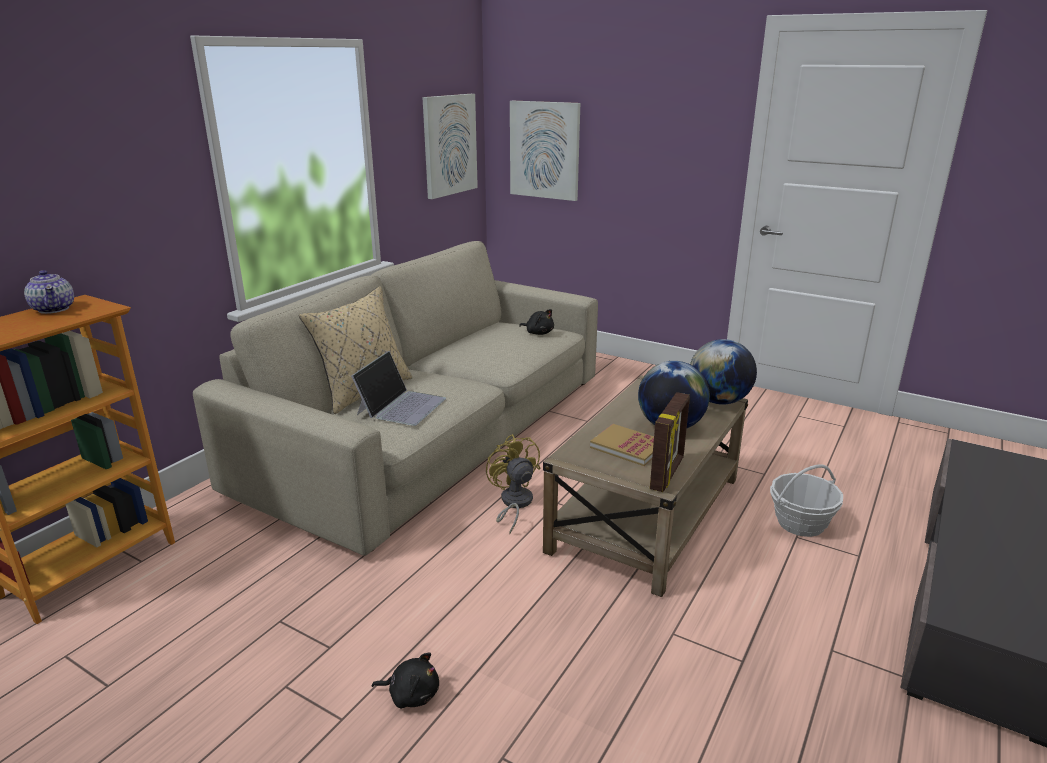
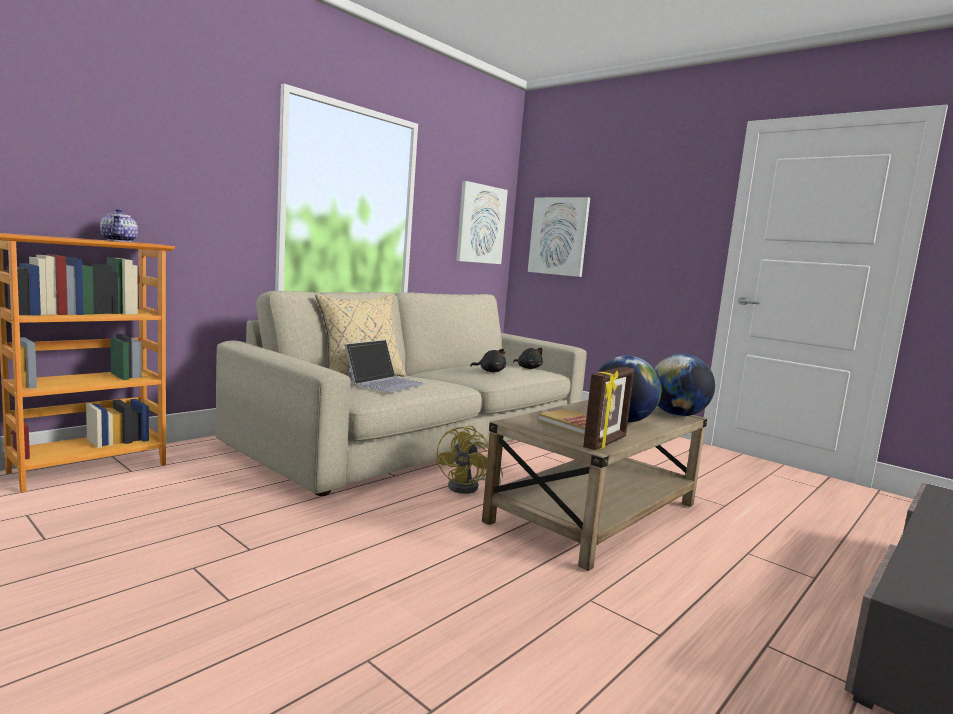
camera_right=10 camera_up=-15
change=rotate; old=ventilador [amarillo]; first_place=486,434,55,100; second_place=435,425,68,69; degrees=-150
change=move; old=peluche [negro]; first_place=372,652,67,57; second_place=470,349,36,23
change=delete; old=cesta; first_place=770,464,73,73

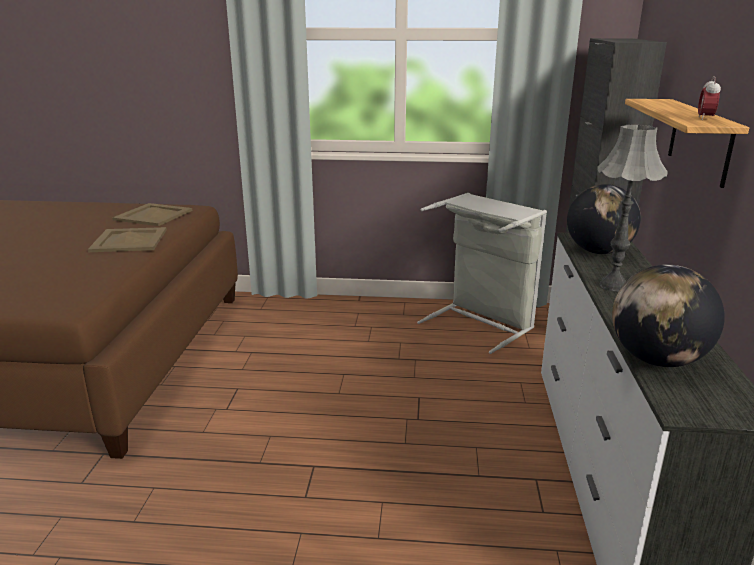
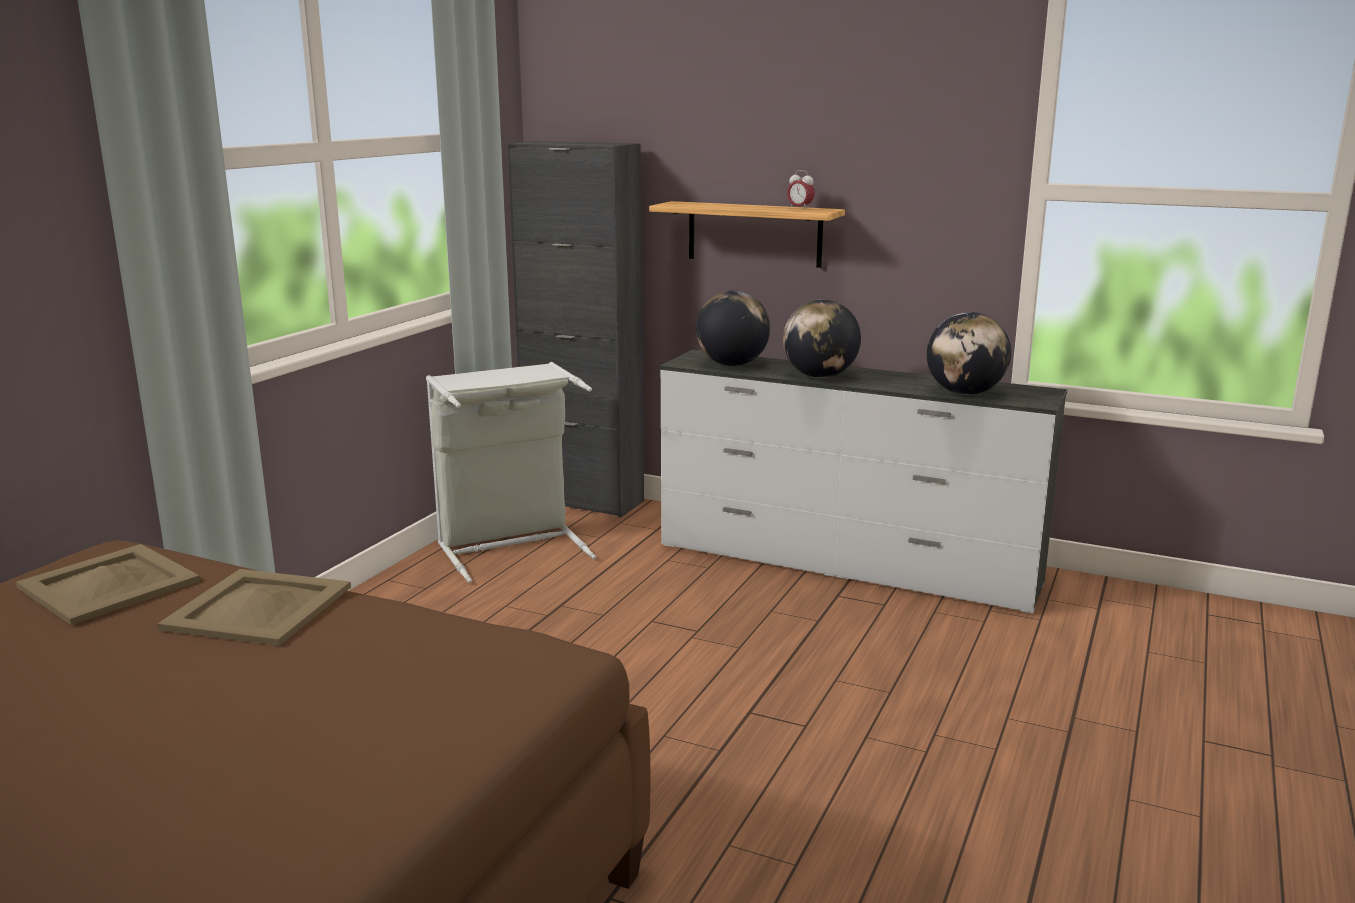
camera_right=-70 camera_up=-5
change=replace; old=lámpara de mesa [gris]; new=globo terráqueo; first_place=597,125,71,167; second_place=783,299,78,79

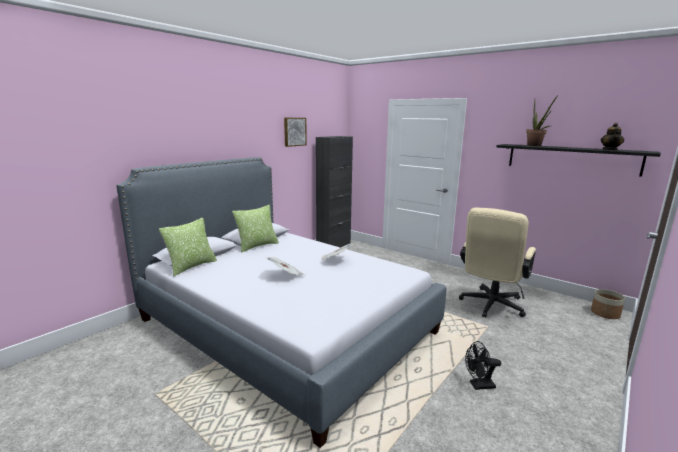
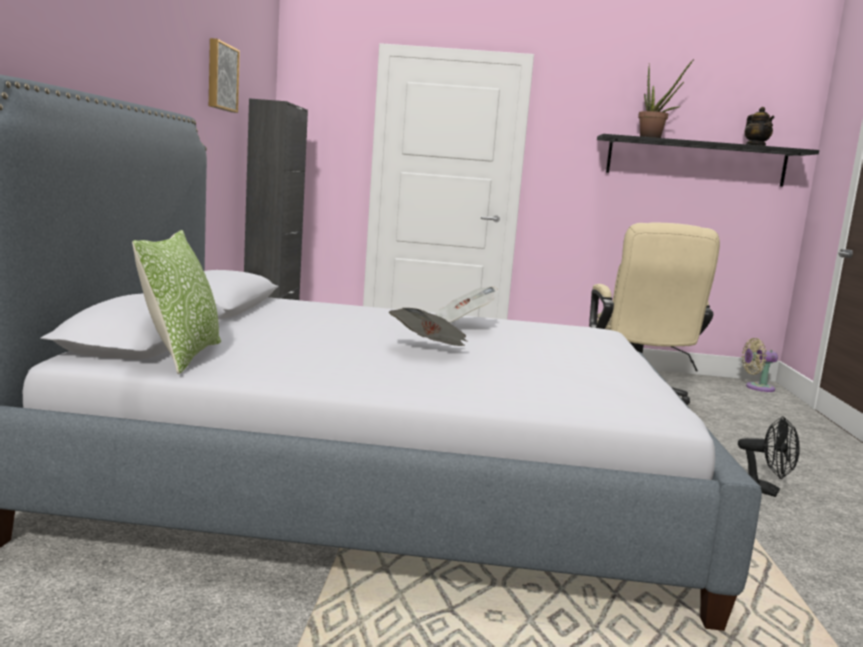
camera_right=-35 camera_up=-5
change=rotate; old=ventilador [negro]; first_place=465,341,36,49; second_place=738,416,62,81; degrees=-105
change=replace; old=maceta; new=ventilador [beis]; first_place=591,289,34,30; second_place=742,338,36,54
change=delete; old=cojín; first_place=232,205,47,47

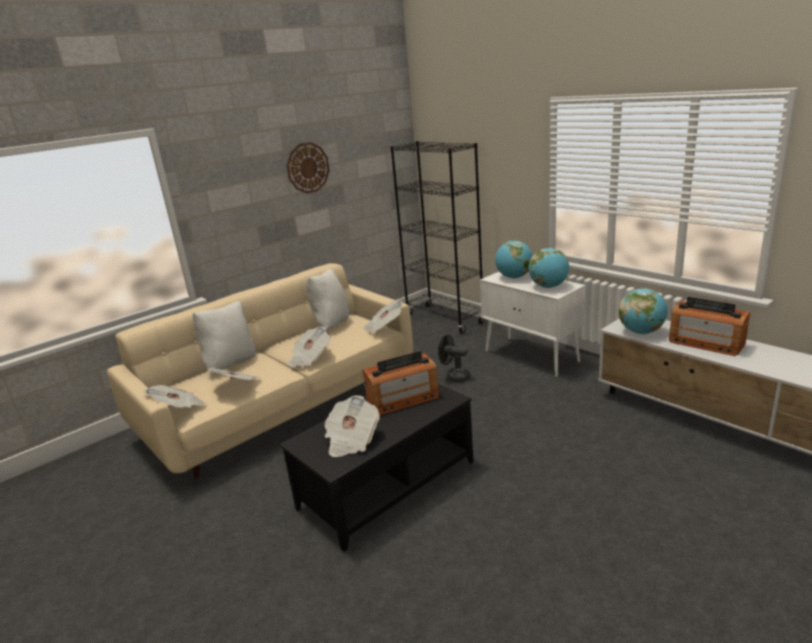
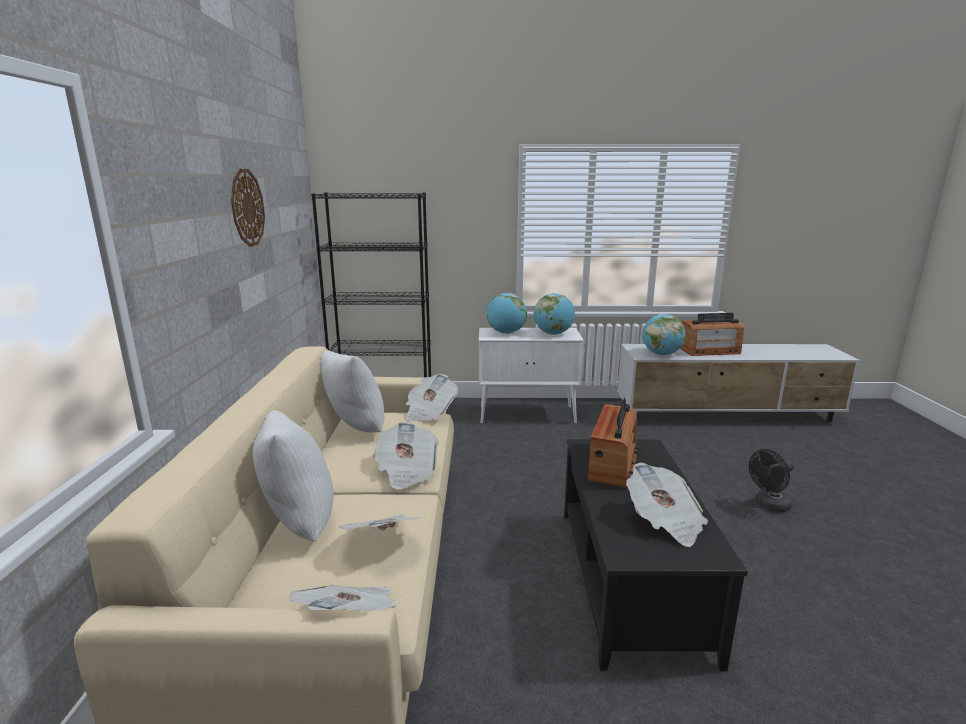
camera_right=-50 camera_up=-5
change=move; old=ventilador [negro]; first_place=438,335,32,47; second_place=749,449,45,63

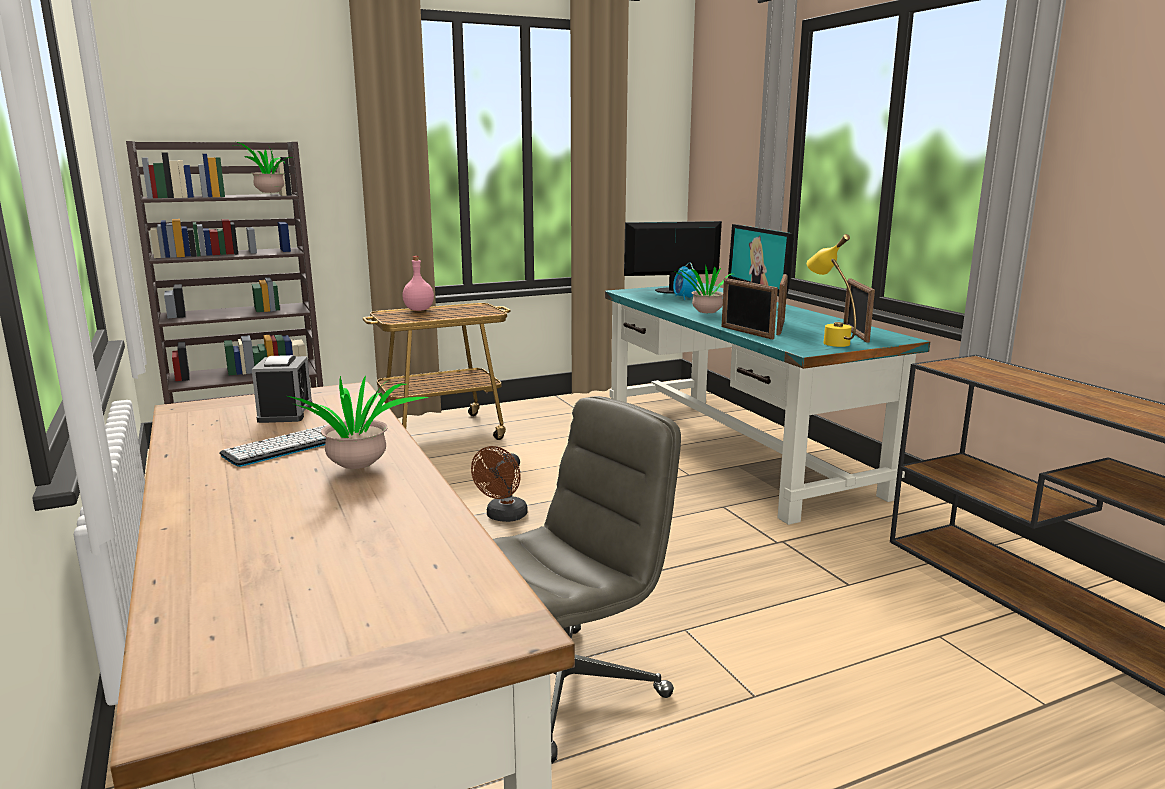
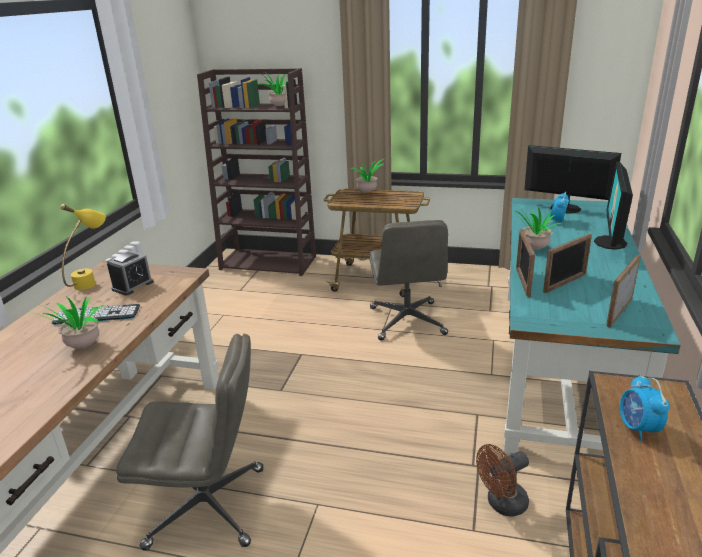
camera_right=40 camera_up=10
change=move; old=lámpara de mesa [amarillo]; first_place=807,234,49,113; second_place=60,204,46,86
change=replace; old=botella [rosa]; new=planta en maceta; first_place=403,256,31,55; second_place=351,158,34,34
change=insert; new=silla de oficina [gris]; second_place=369,220,79,121
change=move; old=ventilador [marrón]; first_place=471,446,57,76; second_place=476,444,53,72
change=insert; new=despertador; second_place=620,375,50,66

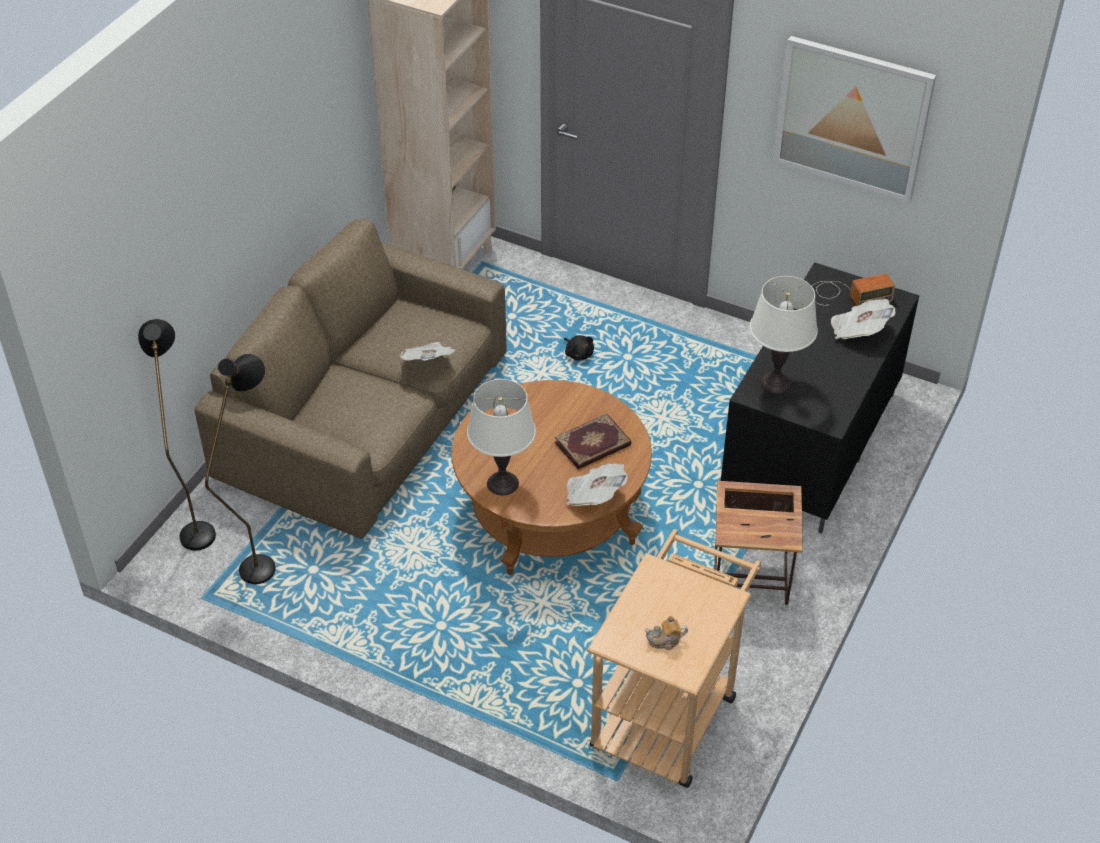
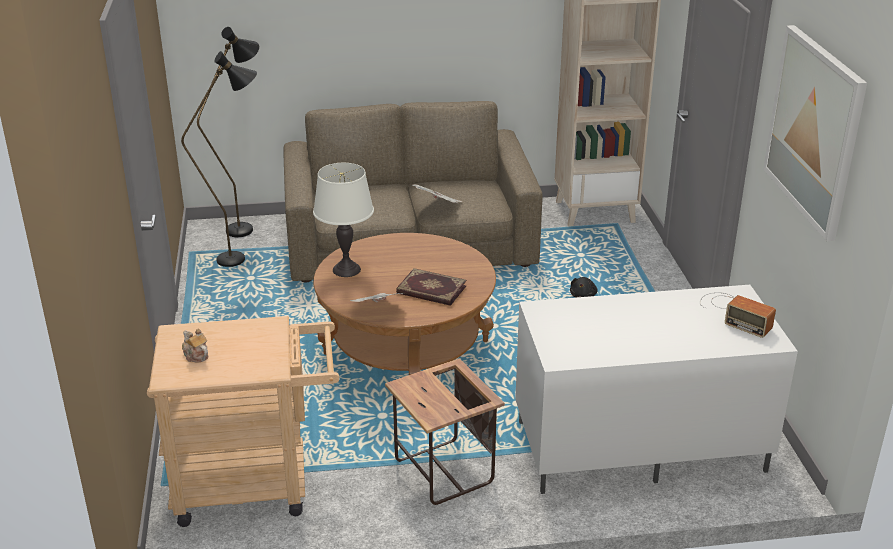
camera_right=55 camera_up=-15
change=recolor; old=mueble de televisión [negro]; new=mueble de televisión [blanco]; first_place=721,262,198,272; second_place=515,285,283,209
change=delete; old=lámpara de mesa [blanco]; first_place=750,276,68,118
change=delete; old=periódico; first_place=831,299,64,40

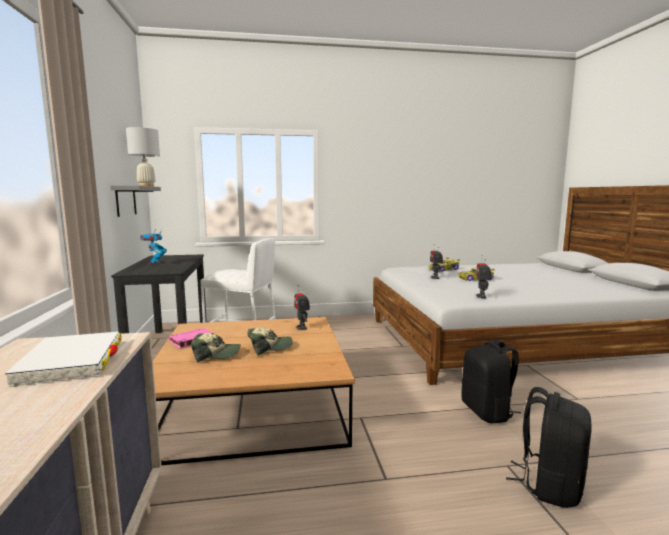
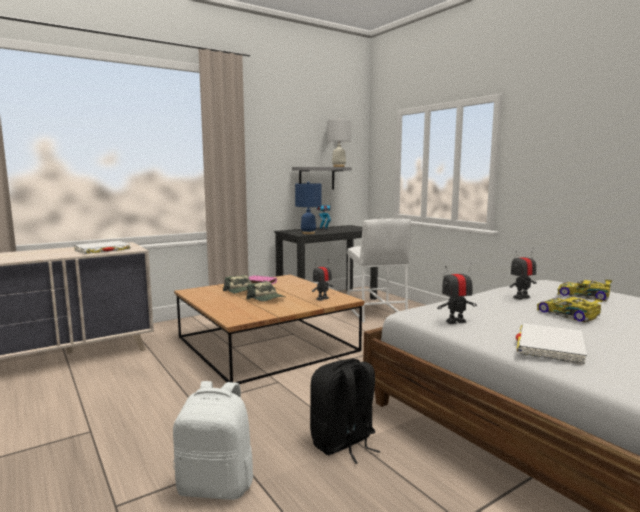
camera_right=65 camera_up=0
change=recolor; old=mochila [negro]; new=mochila [blanco]; first_place=506,387,86,121; second_place=173,381,80,119
change=insert; new=lámpara de mesa [azul]; second_place=295,181,26,53
change=insert; new=libro [blanco]; second_place=516,323,71,42

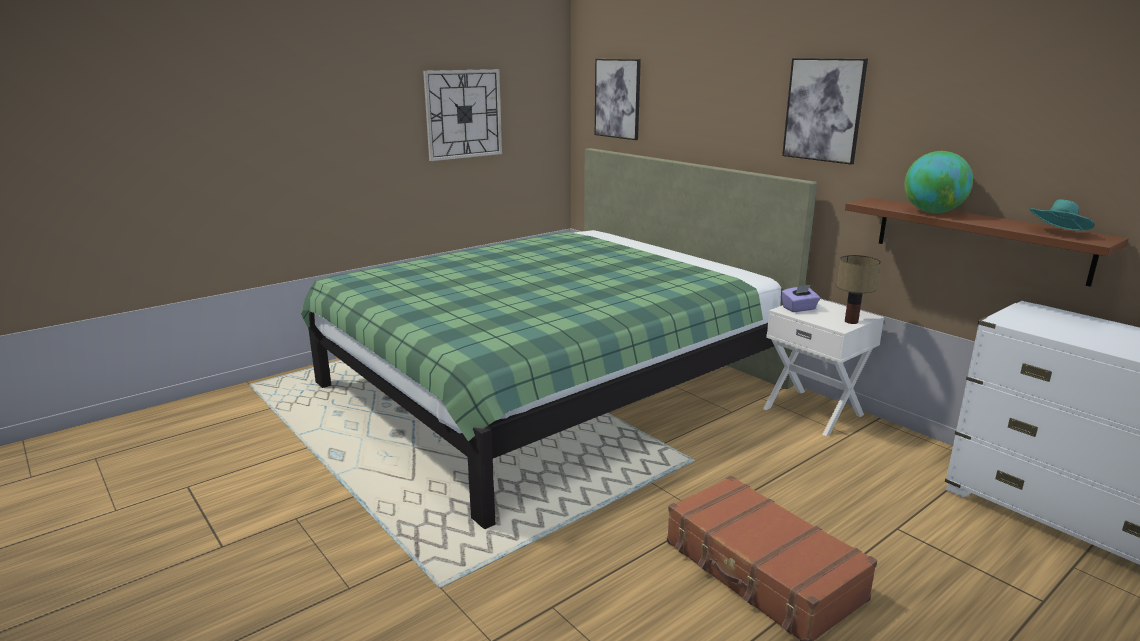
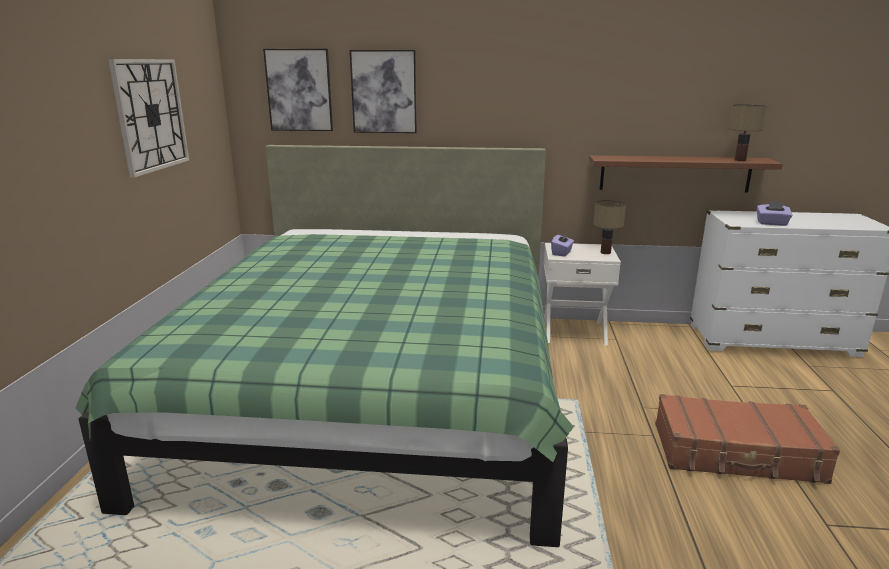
camera_right=-45 camera_up=0
change=move; old=cuadro; first_place=782,58,86,107; second_place=350,50,67,83
change=replace; old=sombrero [turquesa]; new=lámpara de mesa; first_place=1030,199,65,32; second_place=729,104,38,57
change=insert; new=caja de pañuelos [morado]; second_place=757,201,35,25
change=delete; old=globo terráqueo; first_place=904,151,69,62

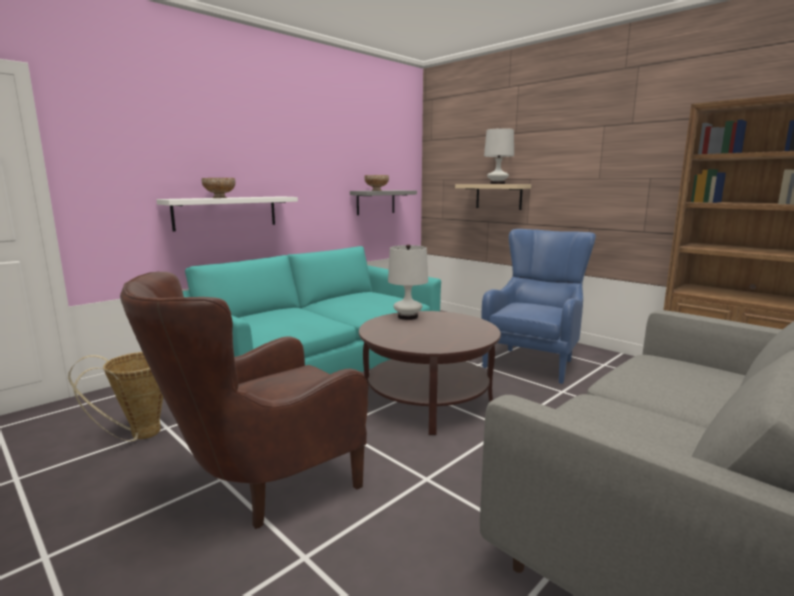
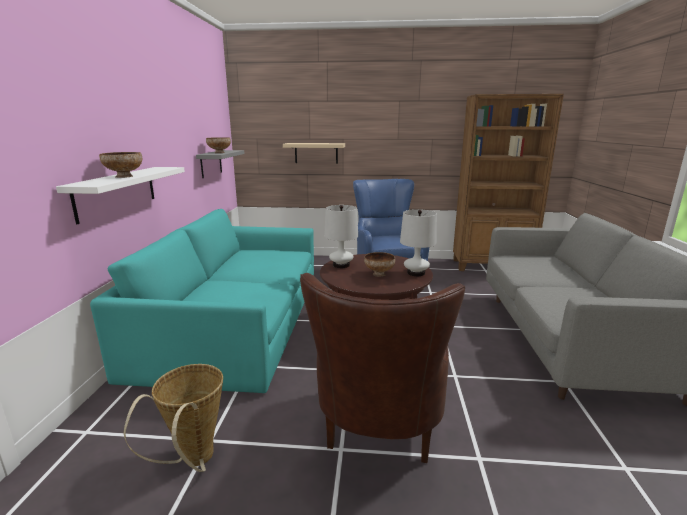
camera_right=-40 camera_up=5
change=insert; new=cuenco; second_place=364,252,31,25
change=move; old=lámpara de mesa [blanco]; first_place=484,127,30,57; second_place=400,209,37,67

